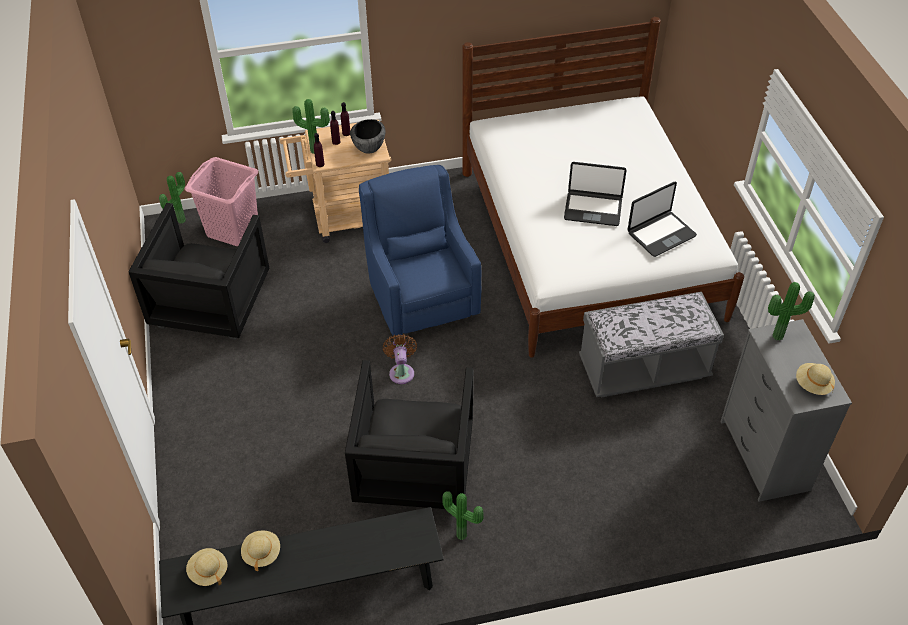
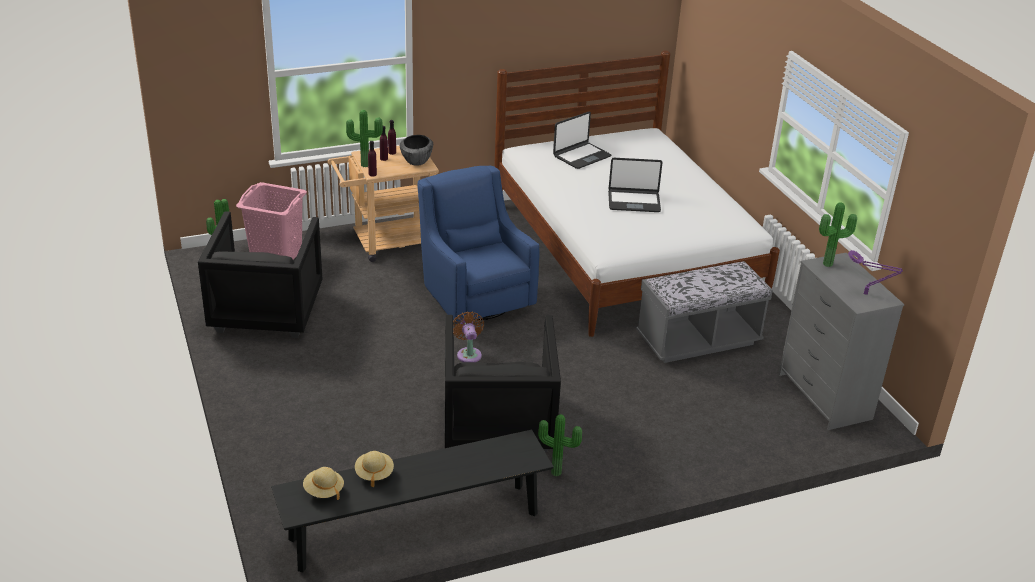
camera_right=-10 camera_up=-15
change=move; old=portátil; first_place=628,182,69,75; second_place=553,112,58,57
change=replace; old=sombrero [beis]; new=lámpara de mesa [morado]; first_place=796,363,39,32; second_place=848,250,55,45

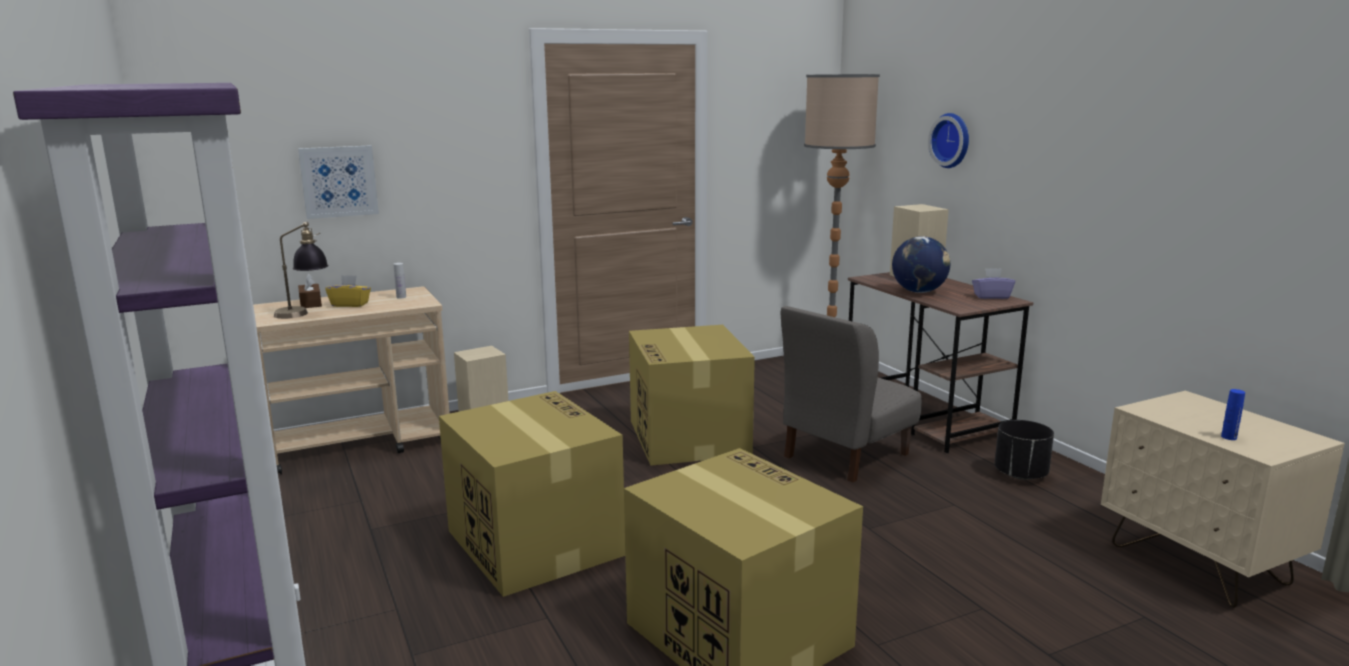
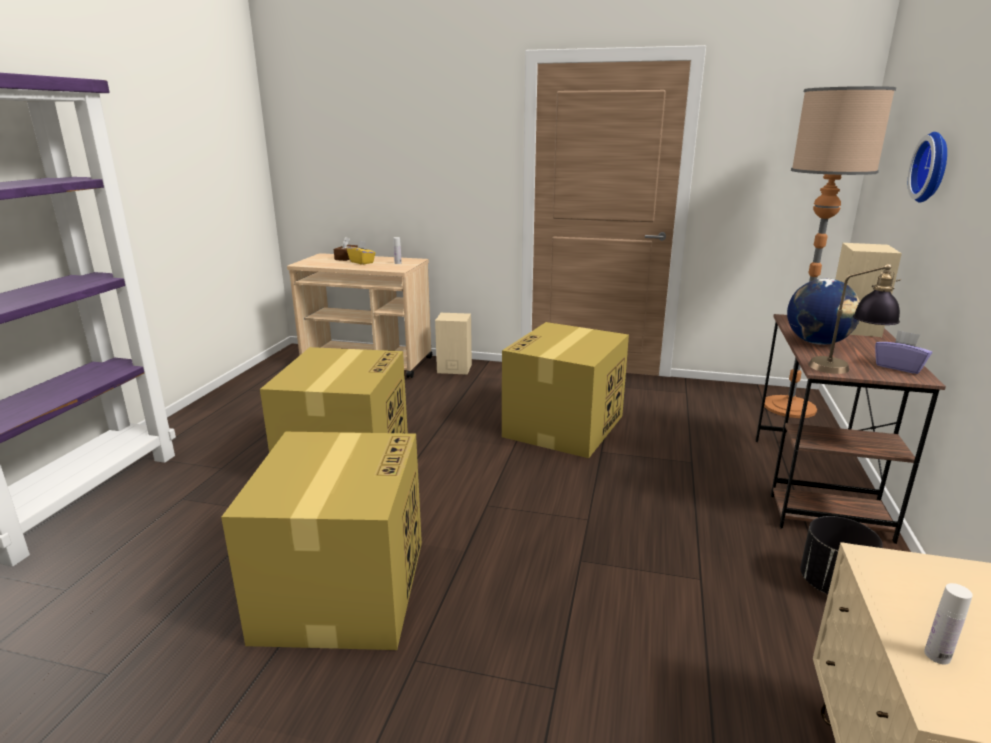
camera_right=40 camera_up=5
change=move; old=lámpara de mesa; first_place=274,222,54,97; second_place=808,264,93,110
change=recolor; old=botella [azul]; new=botella [blanco]; first_place=1221,389,24,51; second_place=924,583,49,82
change=delete; old=cuadro; first_place=298,145,81,74
change=delete; old=silla [gris]; first_place=781,306,141,176

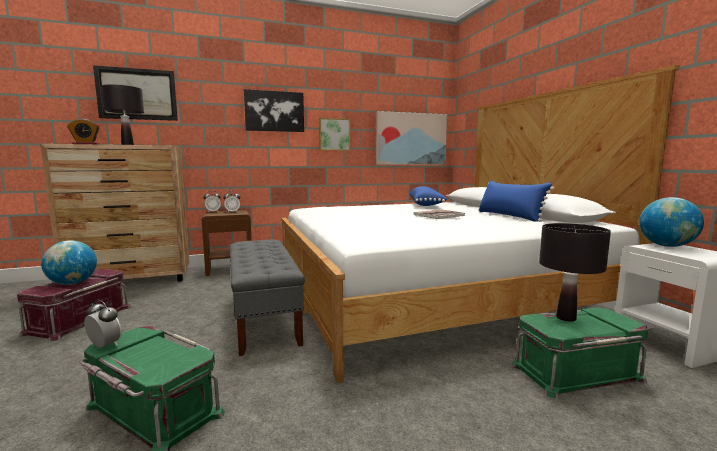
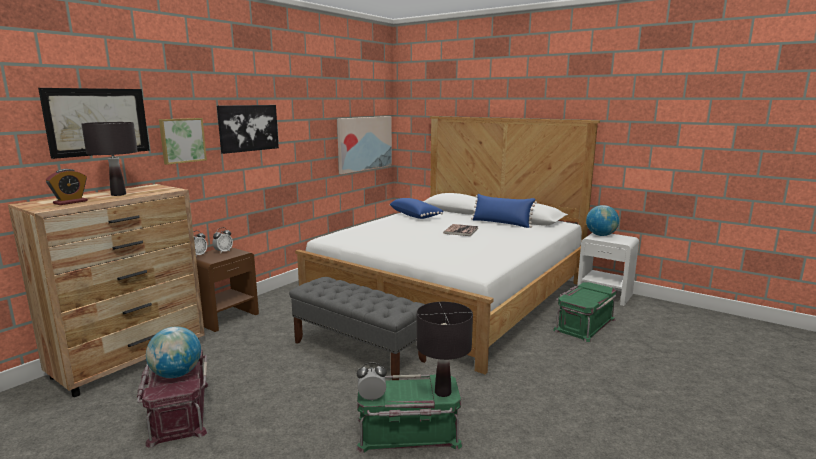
camera_right=-35 camera_up=5
change=move; old=cuadro; first_place=319,118,31,33; second_place=159,118,48,47
change=move; old=lámpara de mesa [negro]; first_place=539,223,72,99; second_place=416,302,57,95

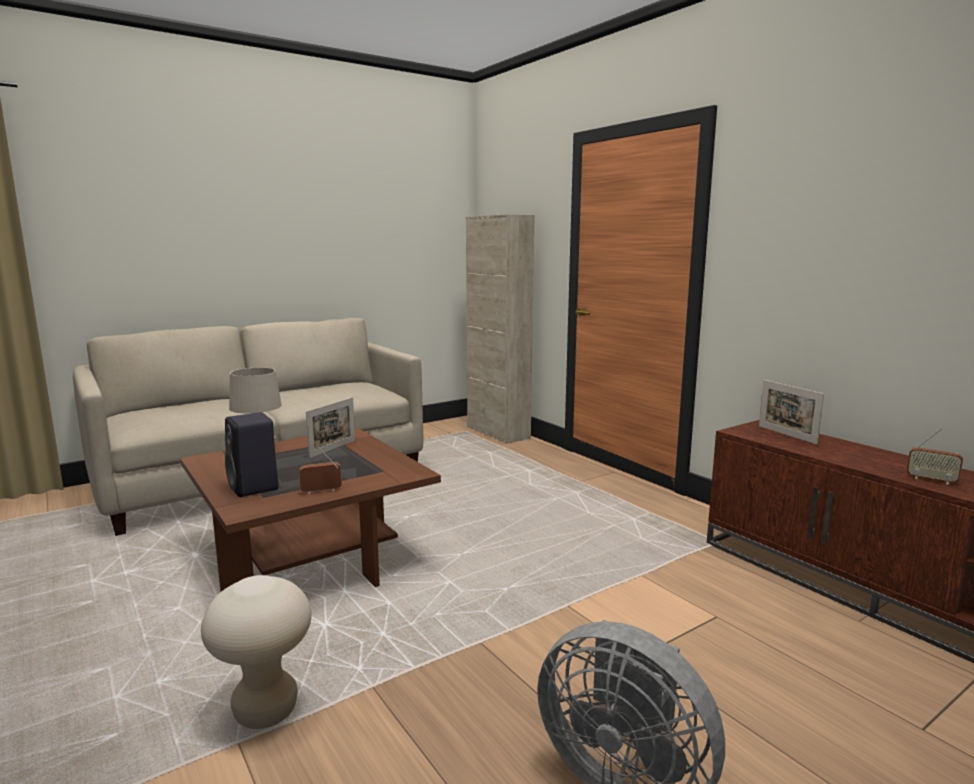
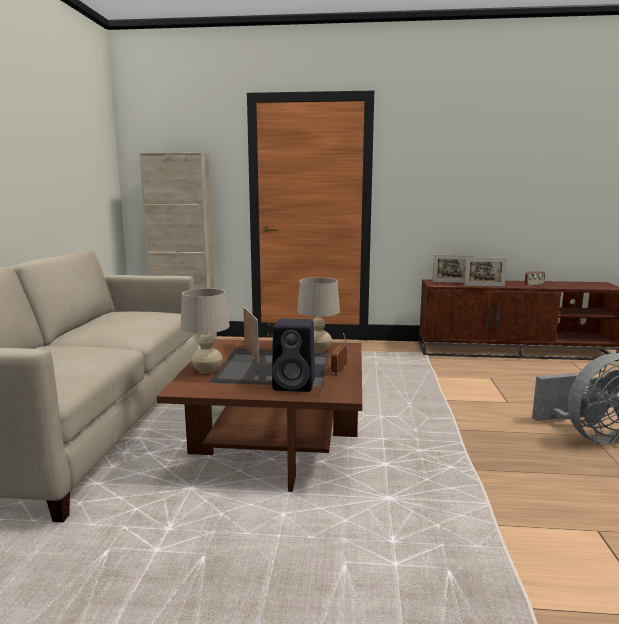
camera_right=-50 camera_up=0
change=insert; new=lámpara de mesa [beis]; second_place=297,278,43,75
change=insert; new=portarretratos; second_place=464,257,43,29
change=delete; old=taburete [beis]; first_place=201,575,111,154

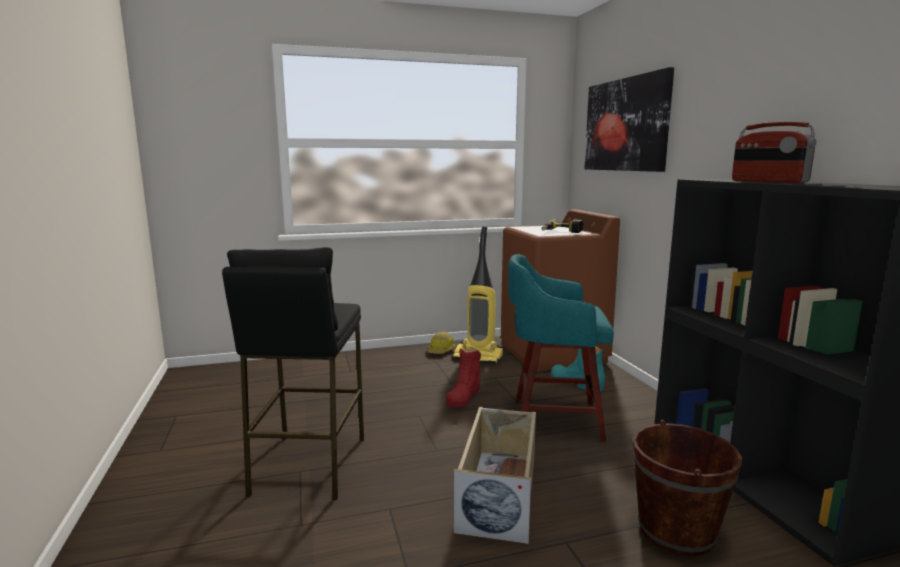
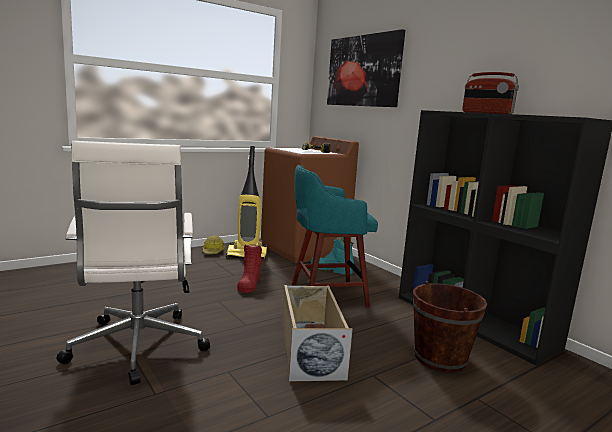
camera_right=-20 camera_up=0
change=replace; old=taburete [negro]; new=silla de oficina [blanco]; first_place=222,247,142,253; second_place=57,141,153,244

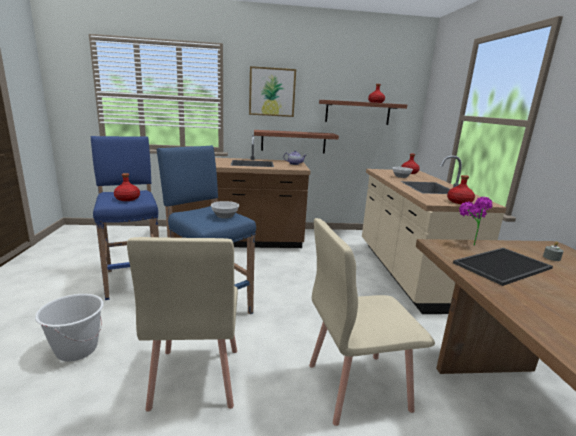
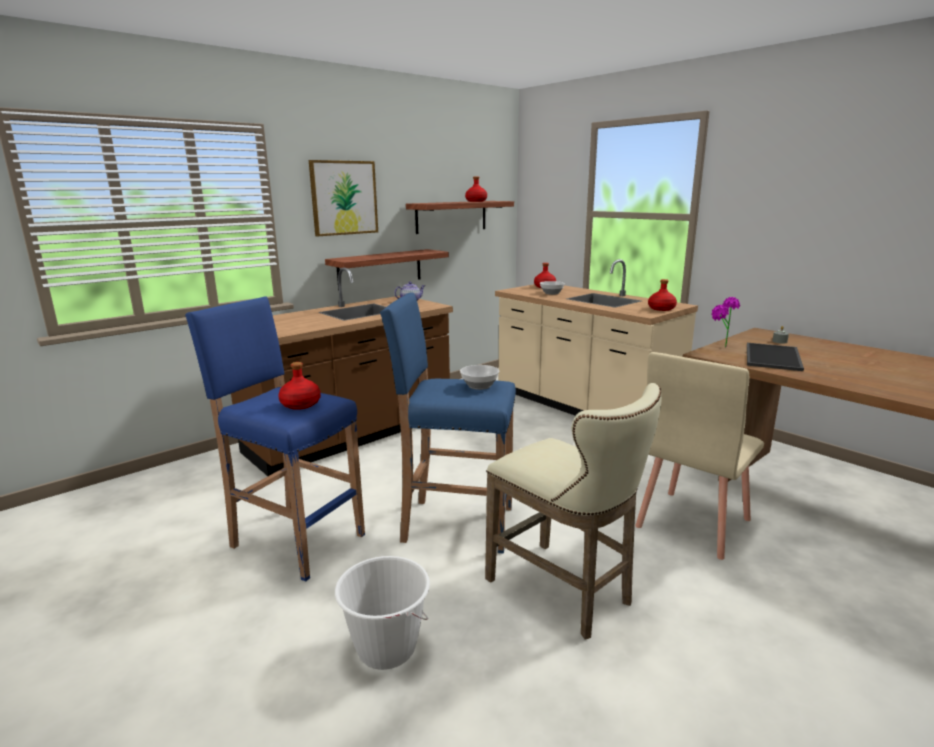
camera_right=-35 camera_up=0
change=replace; old=silla [beis]; new=taburete [beis]; first_place=127,237,111,175; second_place=485,383,176,257

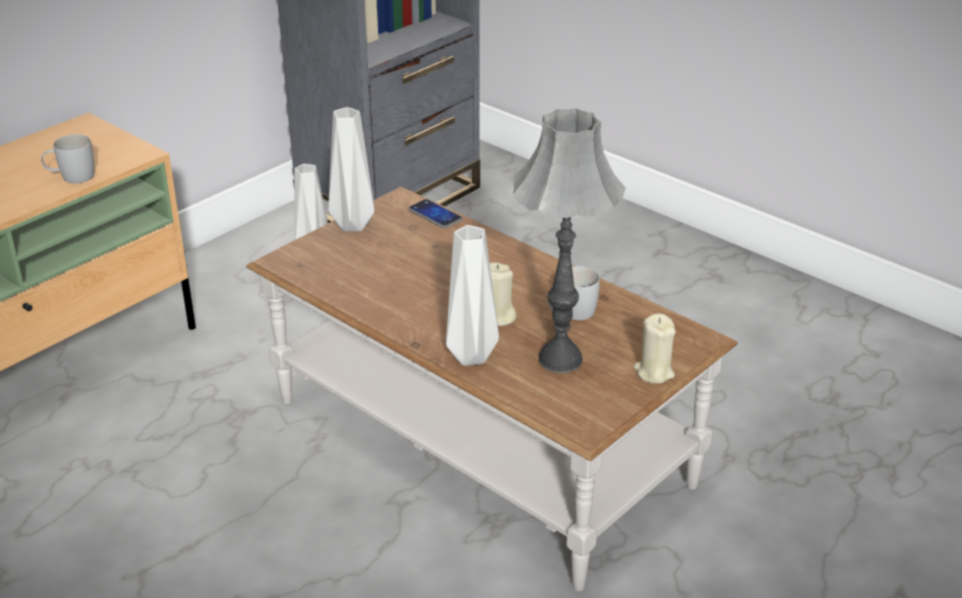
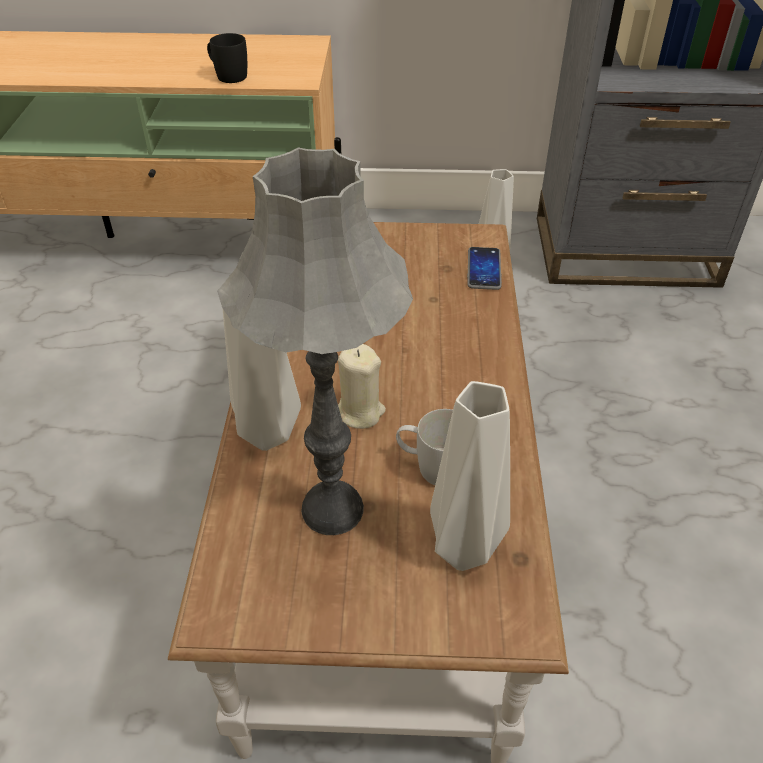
camera_right=50 camera_up=10
change=recolor; old=taza grande [blanco]; new=taza grande [negro]; first_place=41,134,53,49; second_place=207,33,40,50
change=move; old=florero [gris]; first_place=328,107,47,124; second_place=430,381,80,190
change=delete; old=vela [beis]; first_place=633,314,43,70

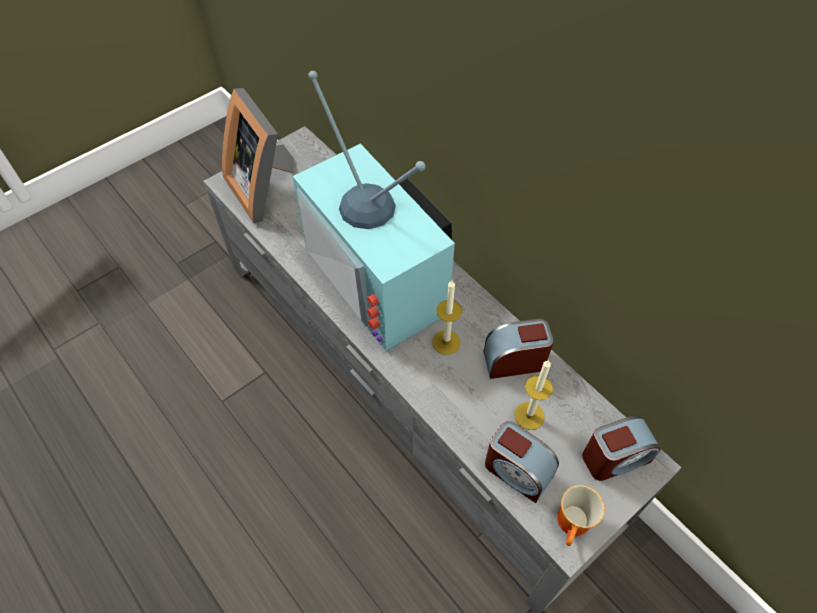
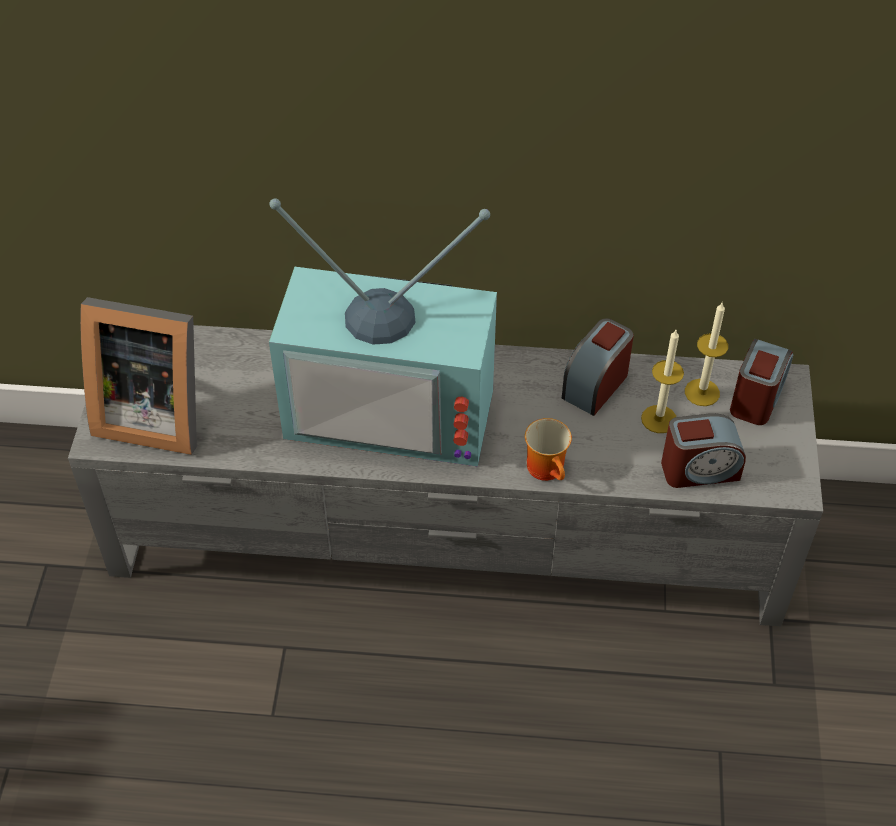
camera_right=-45 camera_up=-5
change=move; old=taza grande; first_place=557,485,48,61; second_place=525,418,47,63
change=move; old=vela; first_place=432,280,30,75; second_place=685,303,43,103

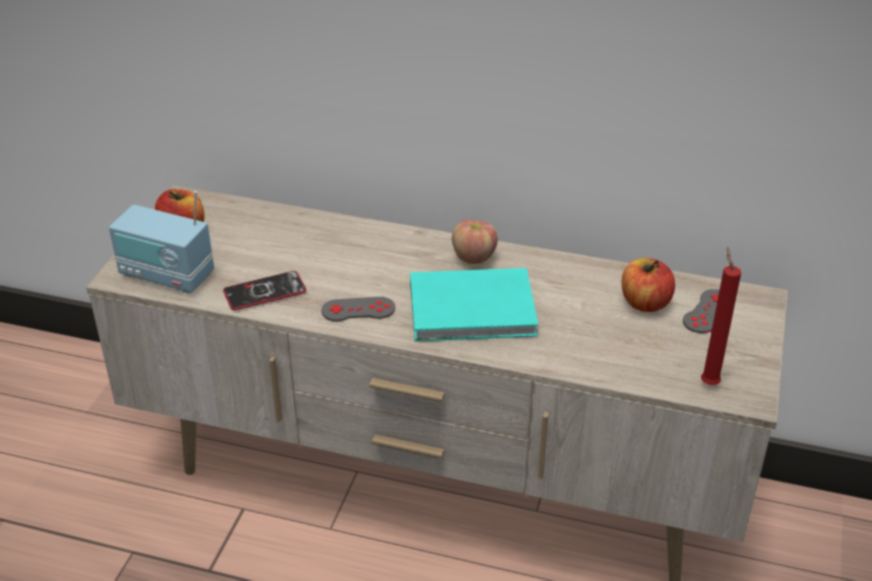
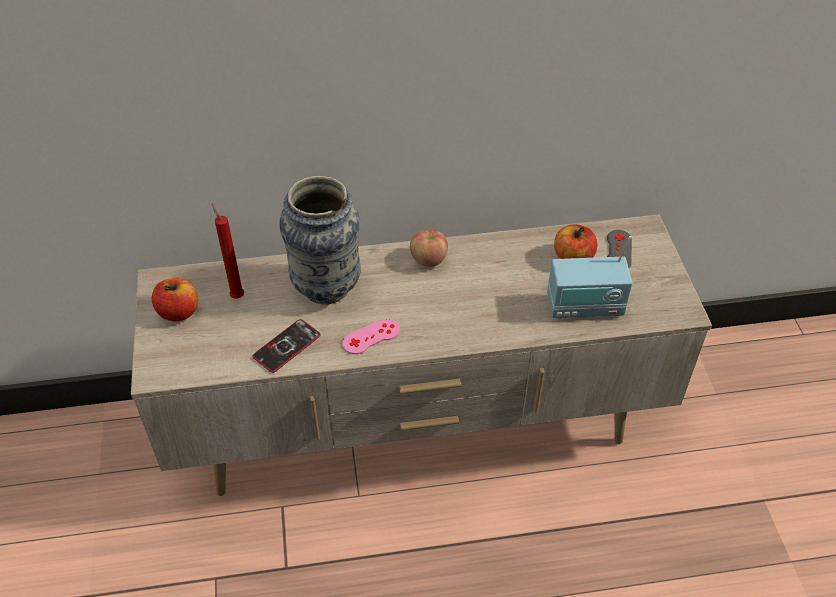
camera_right=-25 camera_up=10
change=move; old=vela [rojo]; first_place=701,246,40,139; second_place=212,203,32,96
change=insert; new=florero; second_place=279,176,82,129
change=recolor; old=mando de consola [gris]; new=mando de consola [rosa]; first_place=321,297,74,24; second_place=342,319,58,35
change=move; old=radio; first_place=109,191,105,102; second_place=547,236,85,83
change=delete; old=libro [turquesa]; first_place=410,268,128,74

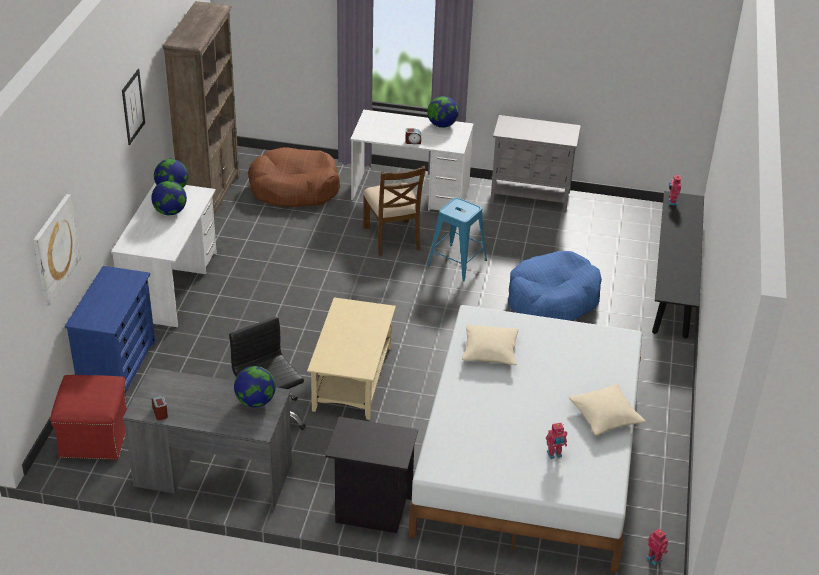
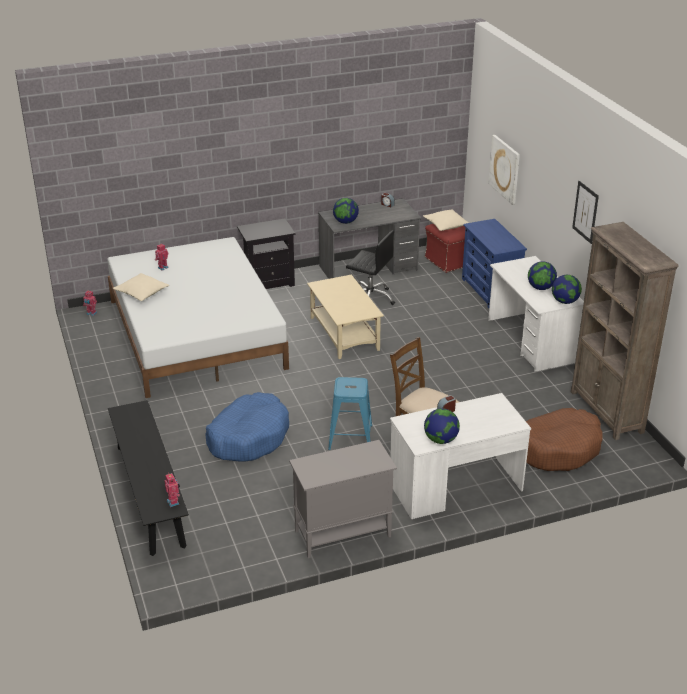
camera_right=150 camera_up=-5
change=move; old=cojín [beis]; first_place=462,324,57,41; second_place=423,209,46,22

